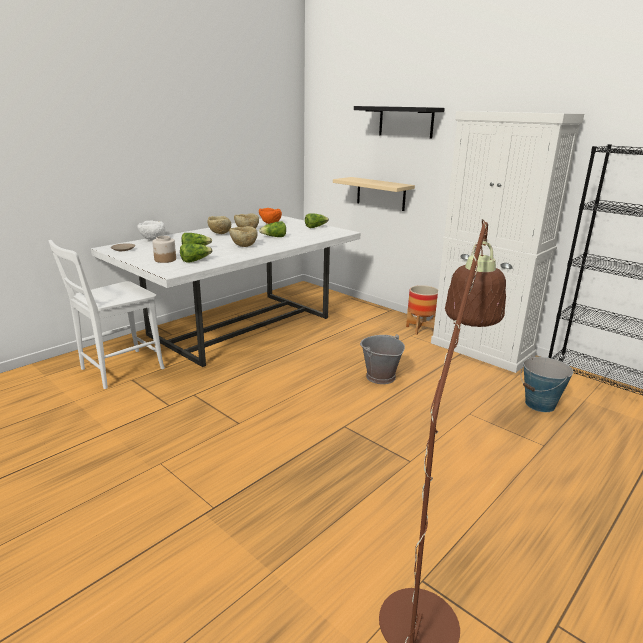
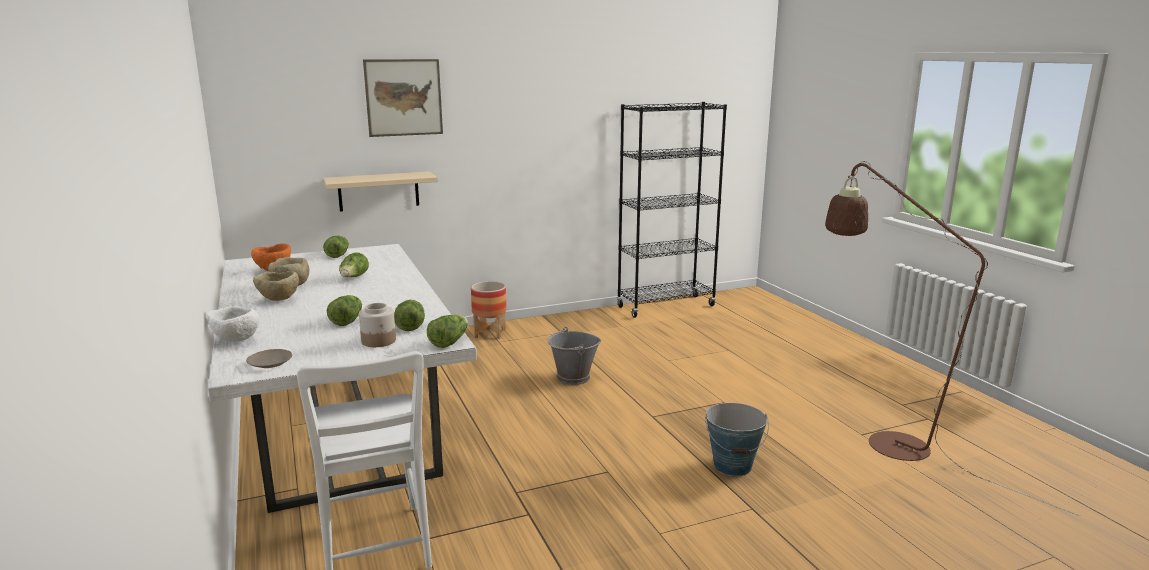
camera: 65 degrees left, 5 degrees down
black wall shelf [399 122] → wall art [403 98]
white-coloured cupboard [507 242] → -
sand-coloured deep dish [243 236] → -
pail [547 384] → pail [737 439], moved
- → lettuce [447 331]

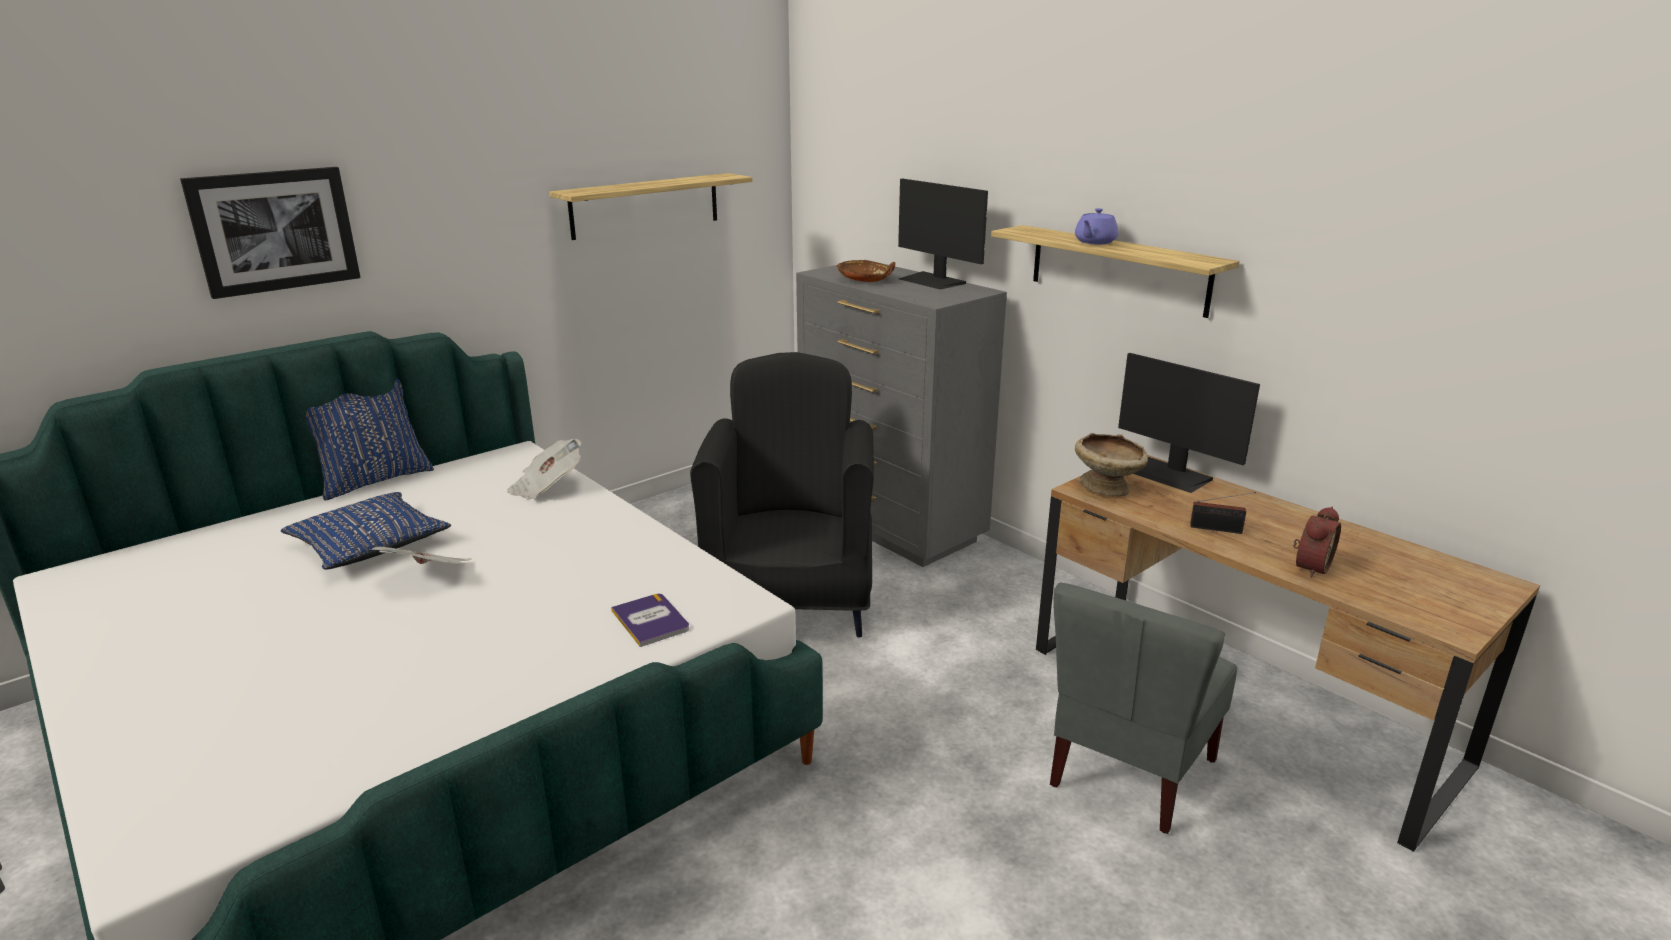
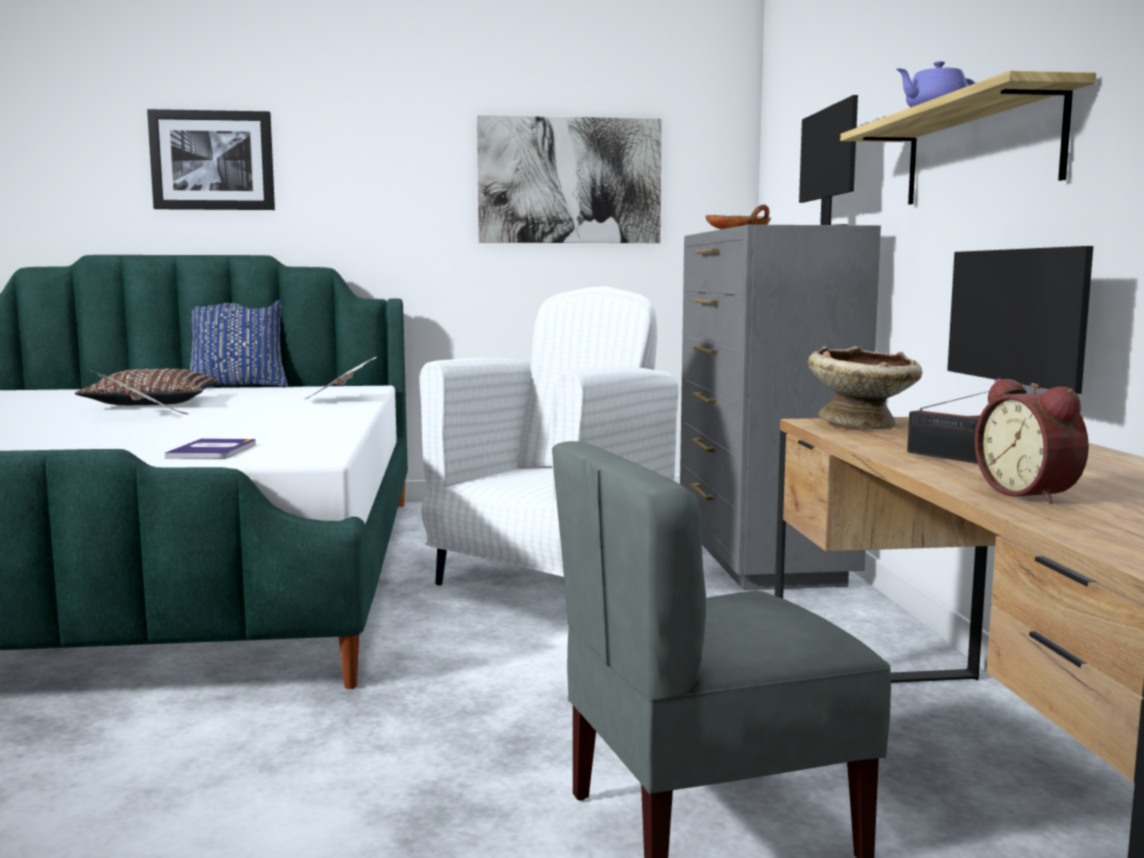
camera: 35 degrees right, 15 degrees down
wall shelf [650 206] → wall art [569 179]
black lounge chair [782 495] → white-coloured lounge chair [549 435]
blue pillow [366 530] → brown-coloured pillow [147 387]
bedside clock [1317 542] → bedside clock [1032 441], 90 degrees clockwise

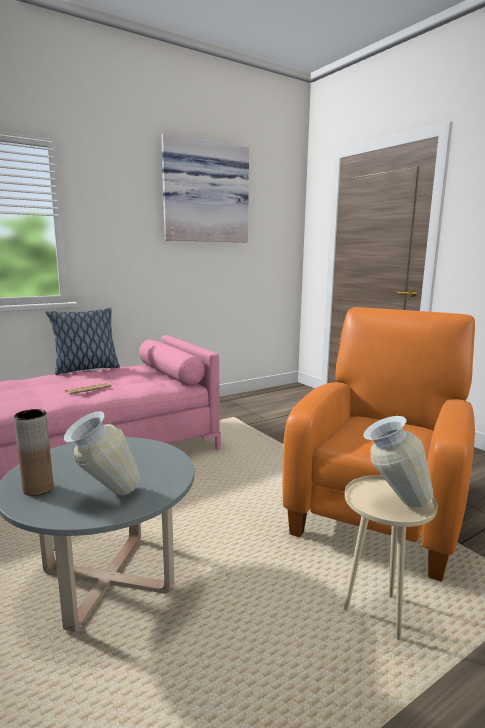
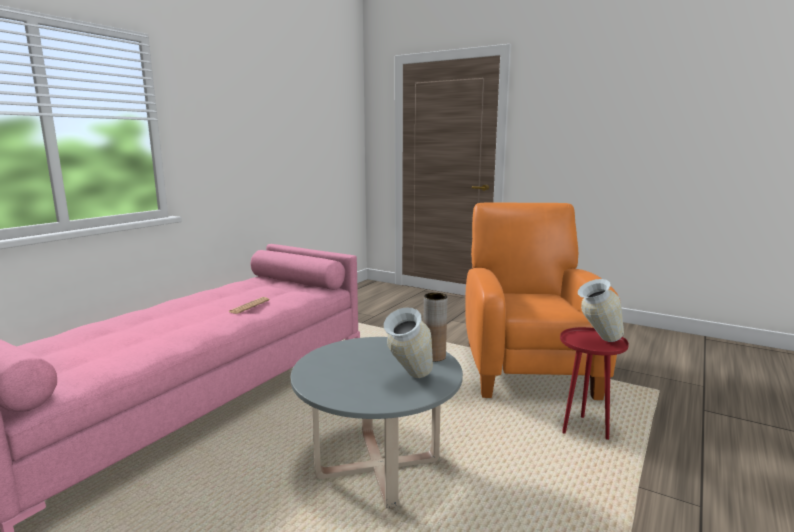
camera: 25 degrees left, 0 degrees up
wall art [205 187] → -
pillow [83 341] → -
brown-coloured vase [33 452] → brown-coloured vase [435 327], moved
sand-coloured side table [390 557] → reddish side table [594 383]

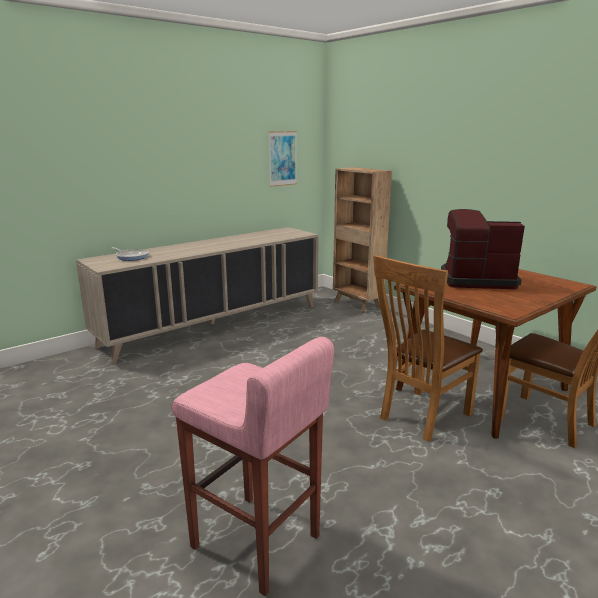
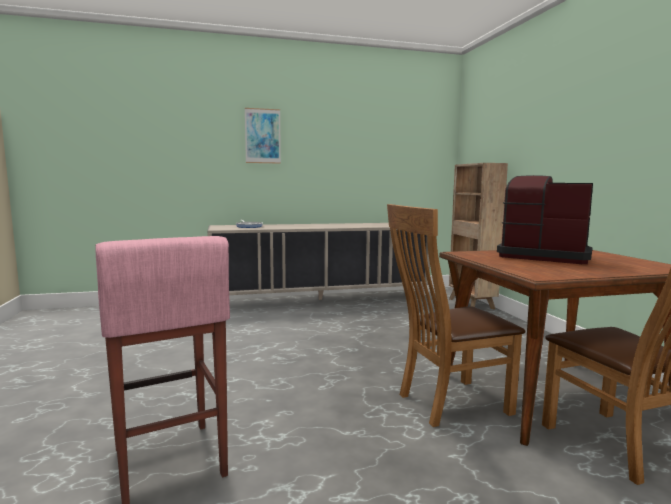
camera: 25 degrees right, 10 degrees down
wall art [283 159] → wall art [263 136], moved

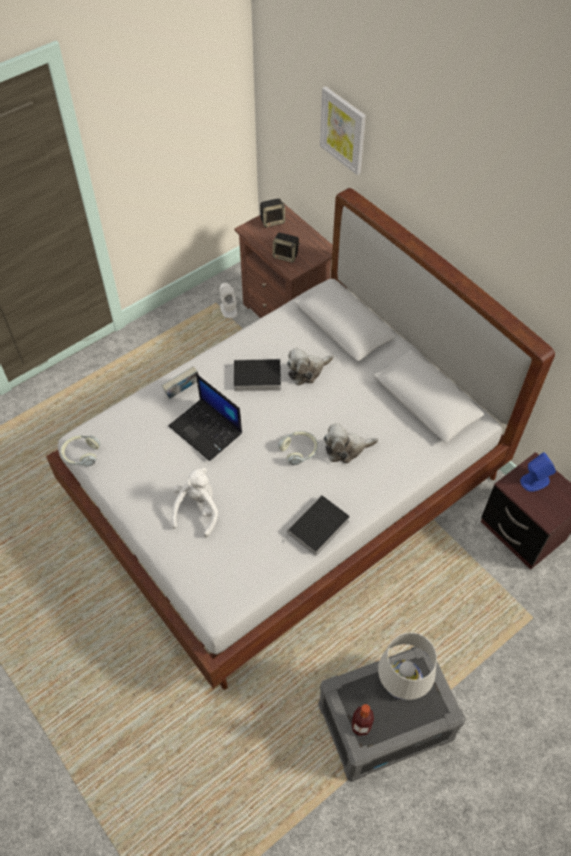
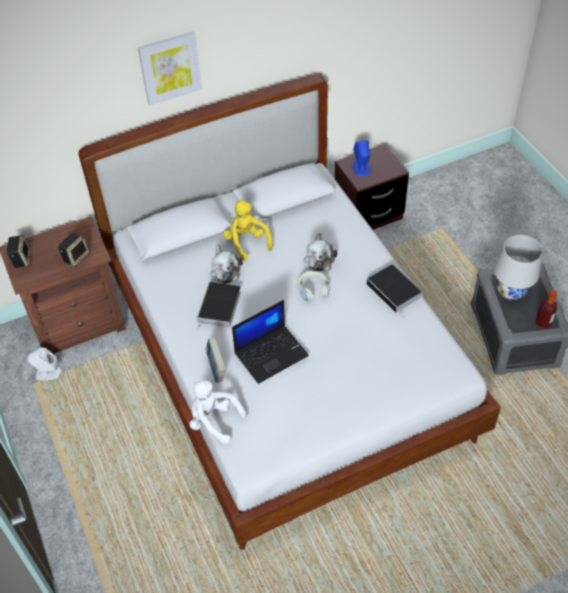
camera: 75 degrees left, 5 degrees down
wall art [343 130] → wall art [170 68], moved
headphones [80 450] → -
white-coloured cuddly toy [194 502] → white-coloured cuddly toy [218 412], moved
- → yellow-coloured cuddly toy [248 230]

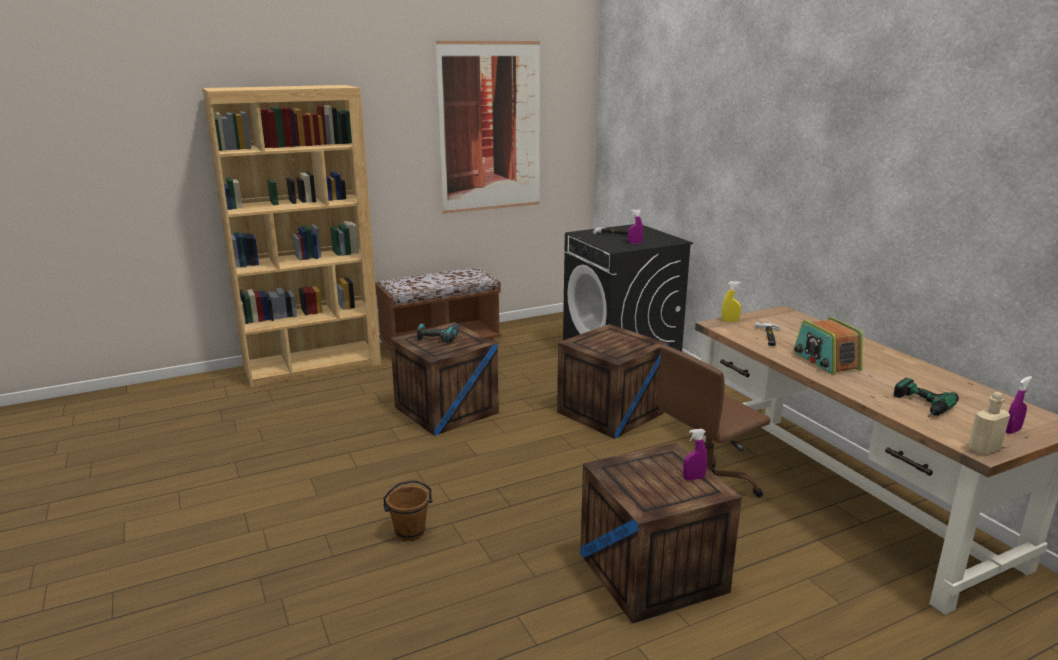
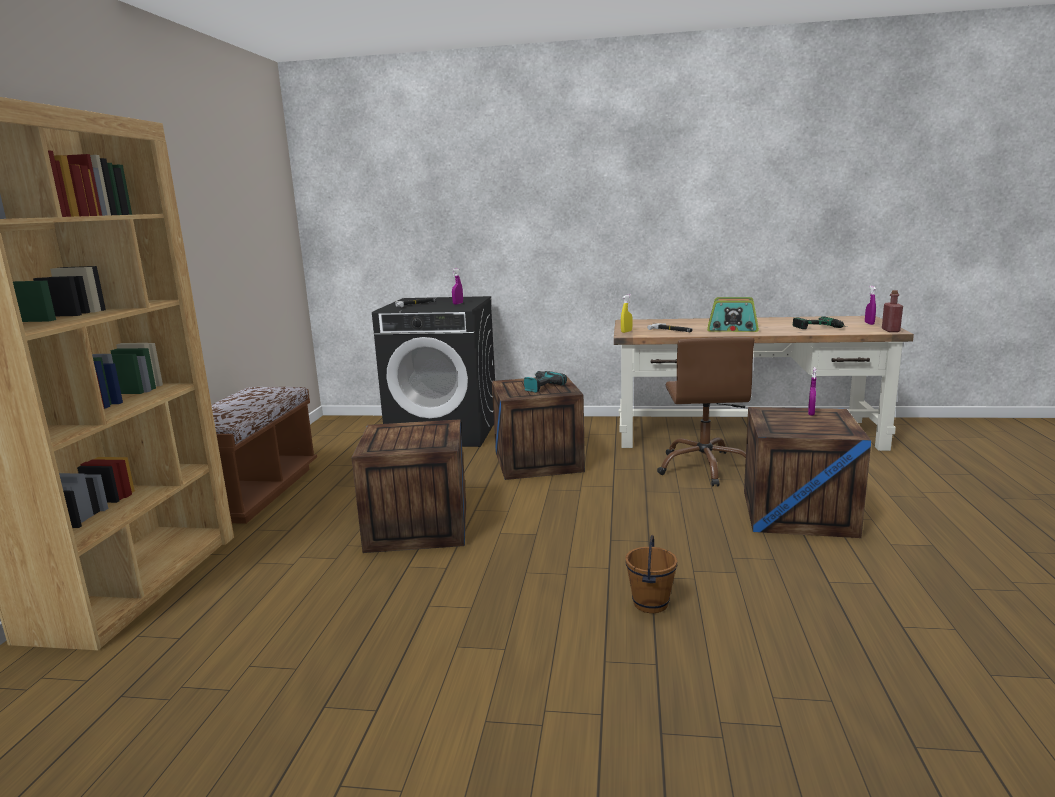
camera: 55 degrees left, 5 degrees down
wall art [488 127] → -
power drill [438 333] → power drill [545 382], moved
sand-coloured drink bottle [989 423] → reddish drink bottle [892 311]

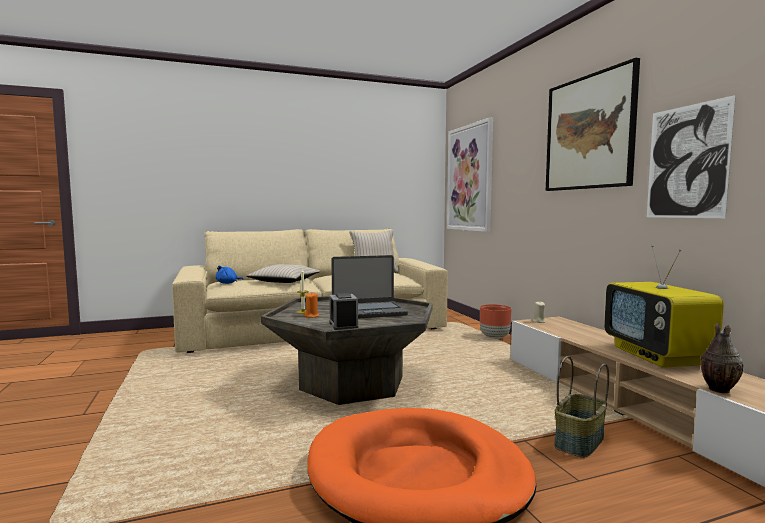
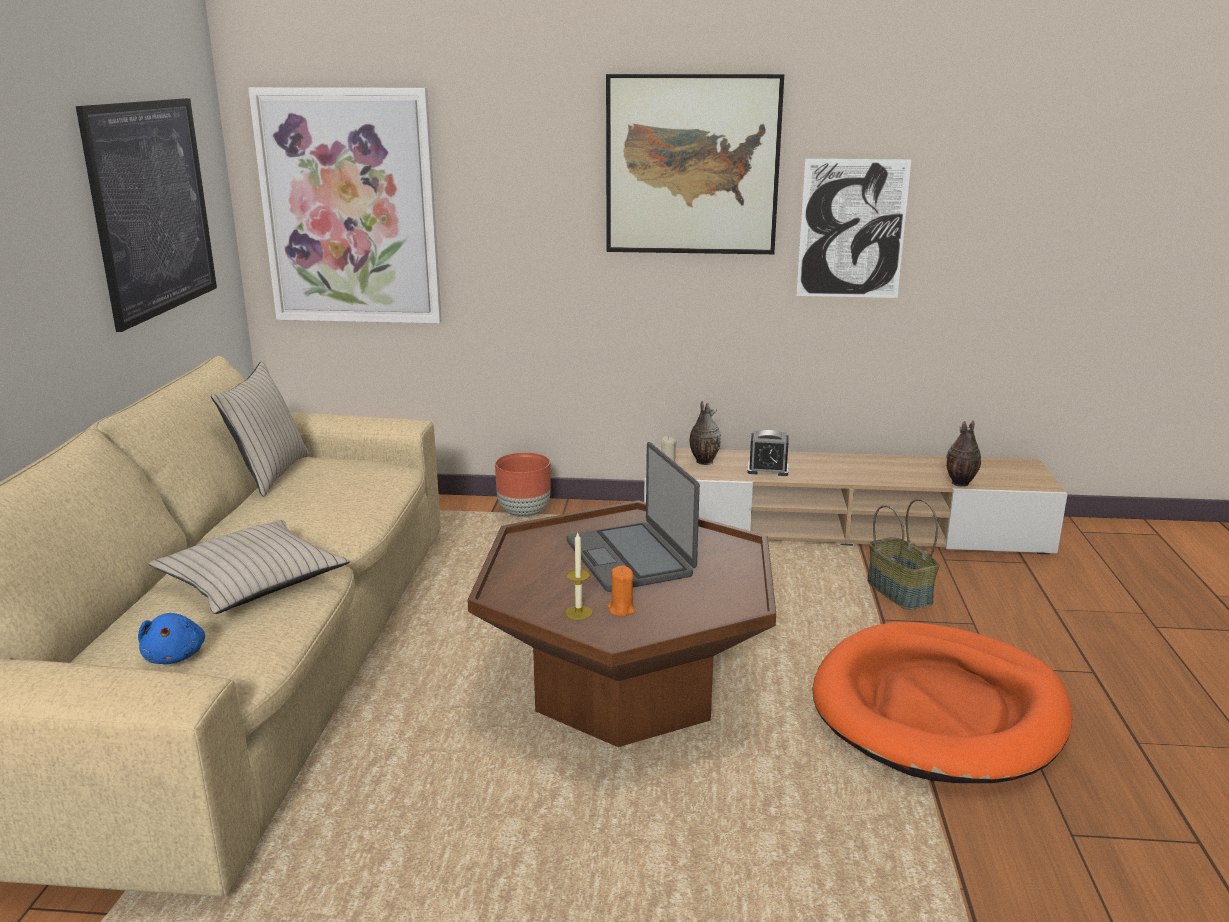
camera: 65 degrees left, 15 degrees up
television [664 306] → -
laptop [369 287] → laptop [633 517], 150 degrees clockwise
bedside clock [343 311] → bedside clock [768 453], moved
grey coffee table [347 350] → brown-coloured coffee table [622 623]
- → wall art [146 215]
- → vase [705 433]

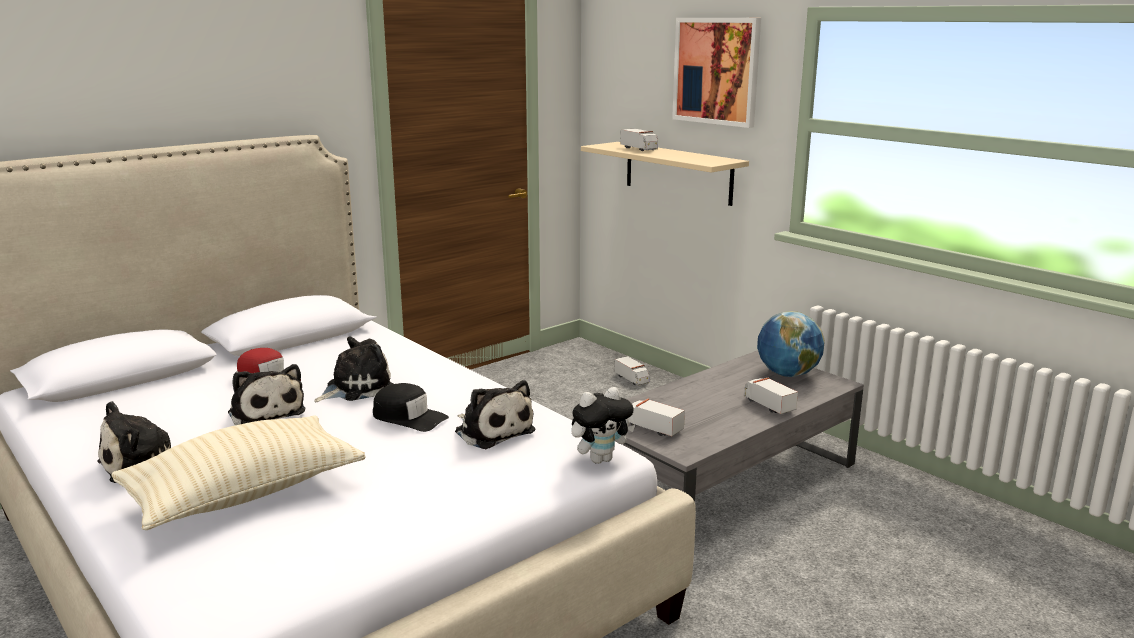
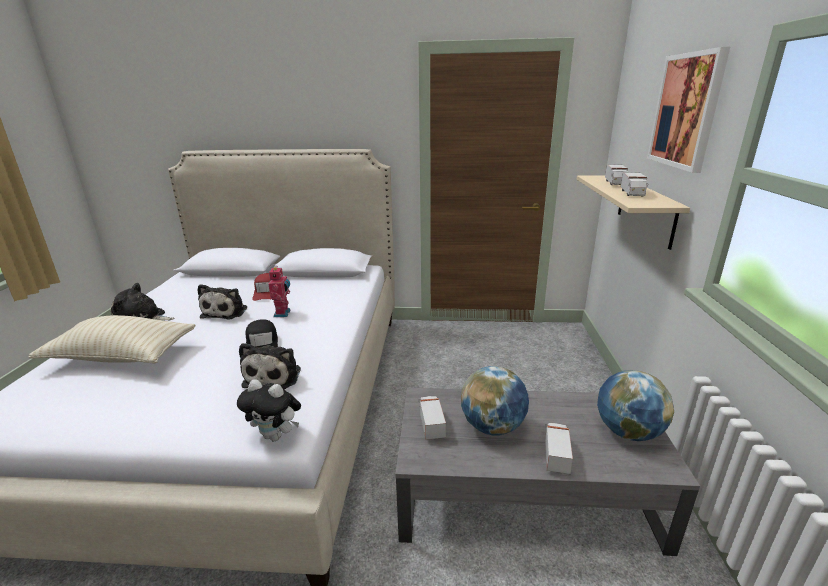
camera: 45 degrees right, 5 degrees up
cuddly toy [354 369] → robot figure [279 292]
toy lorry [631 371] → toy lorry [635 184], moved
- → world globe [495 401]

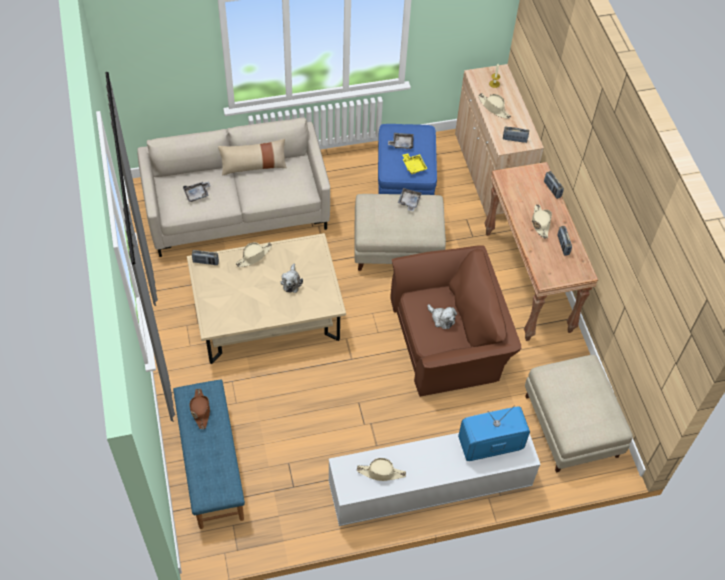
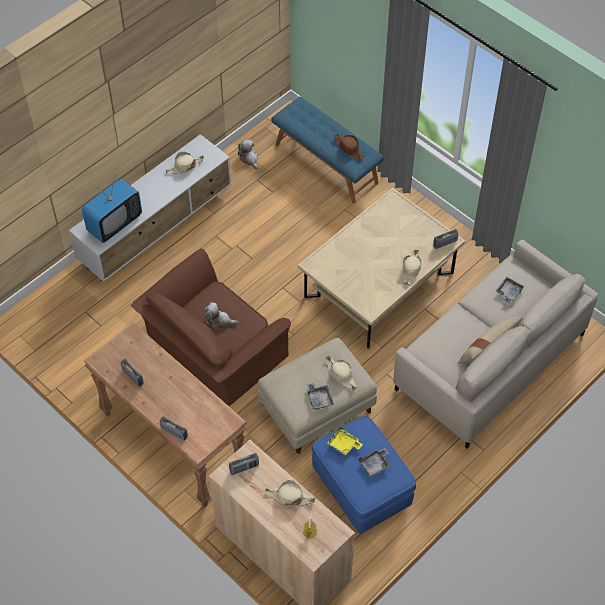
camera: 150 degrees right, 0 degrees up
sand-coloured wearable hat [542 221] → sand-coloured wearable hat [341 373], moved
cuddly toy [291 278] → cuddly toy [248 154], moved
sand-coloured footrest [579 413] → -

